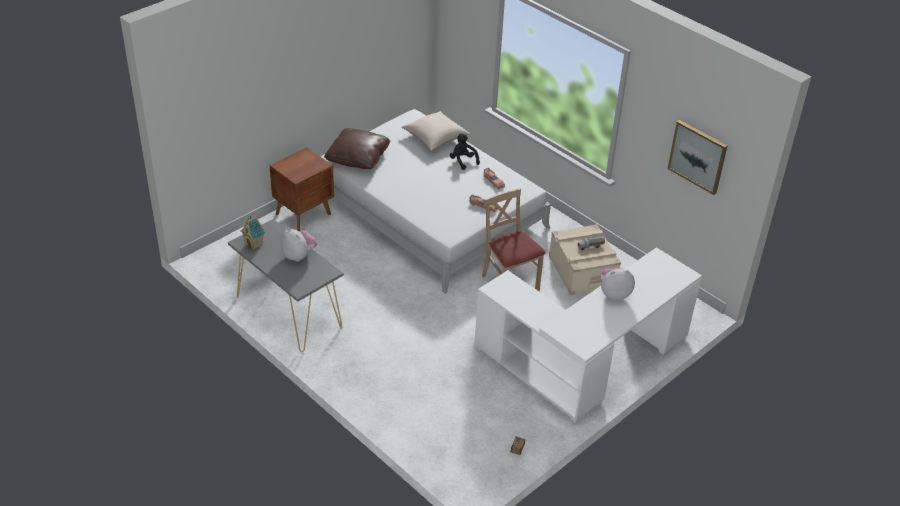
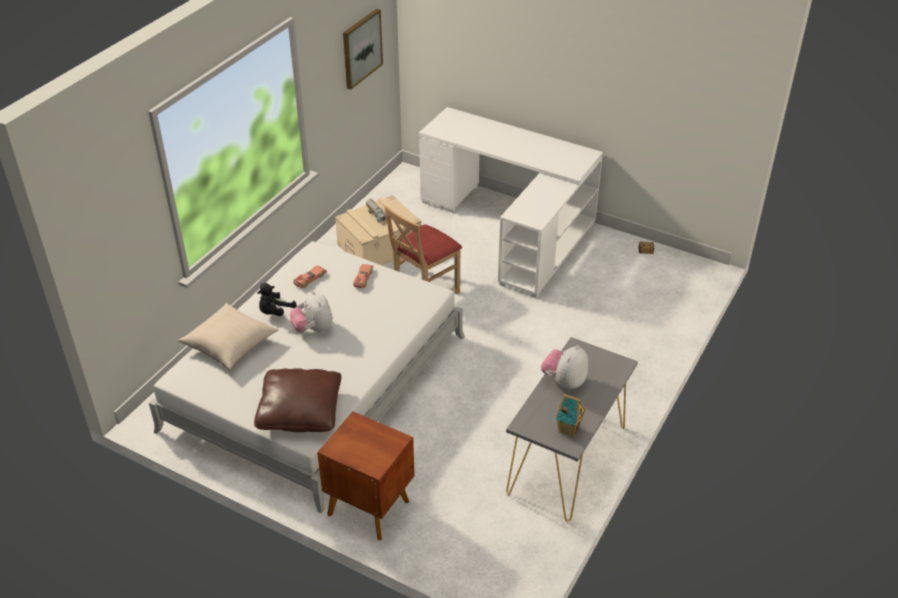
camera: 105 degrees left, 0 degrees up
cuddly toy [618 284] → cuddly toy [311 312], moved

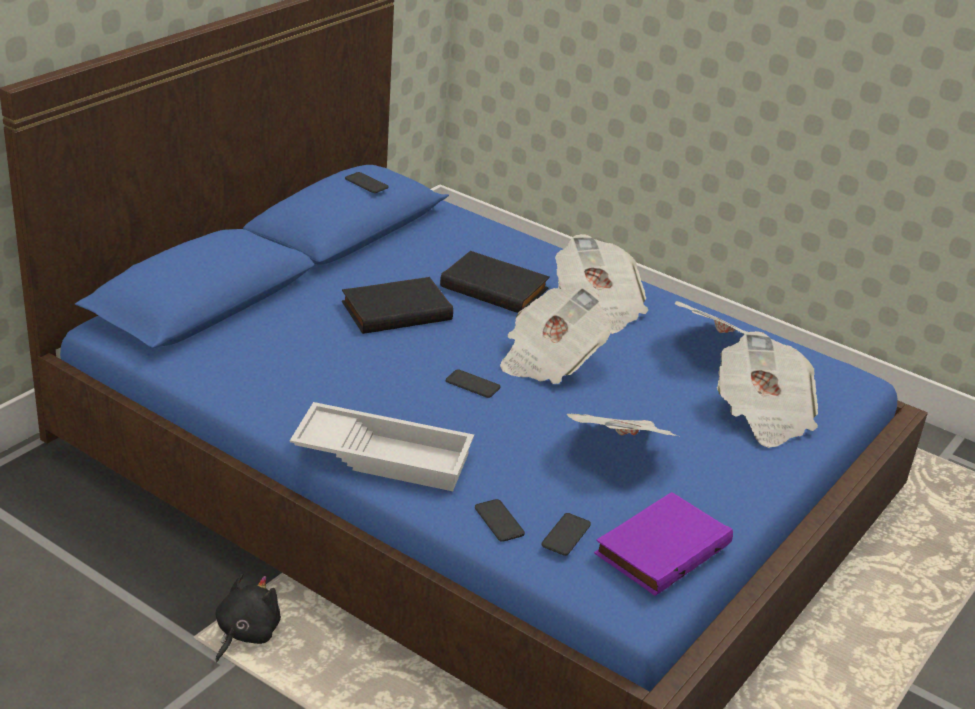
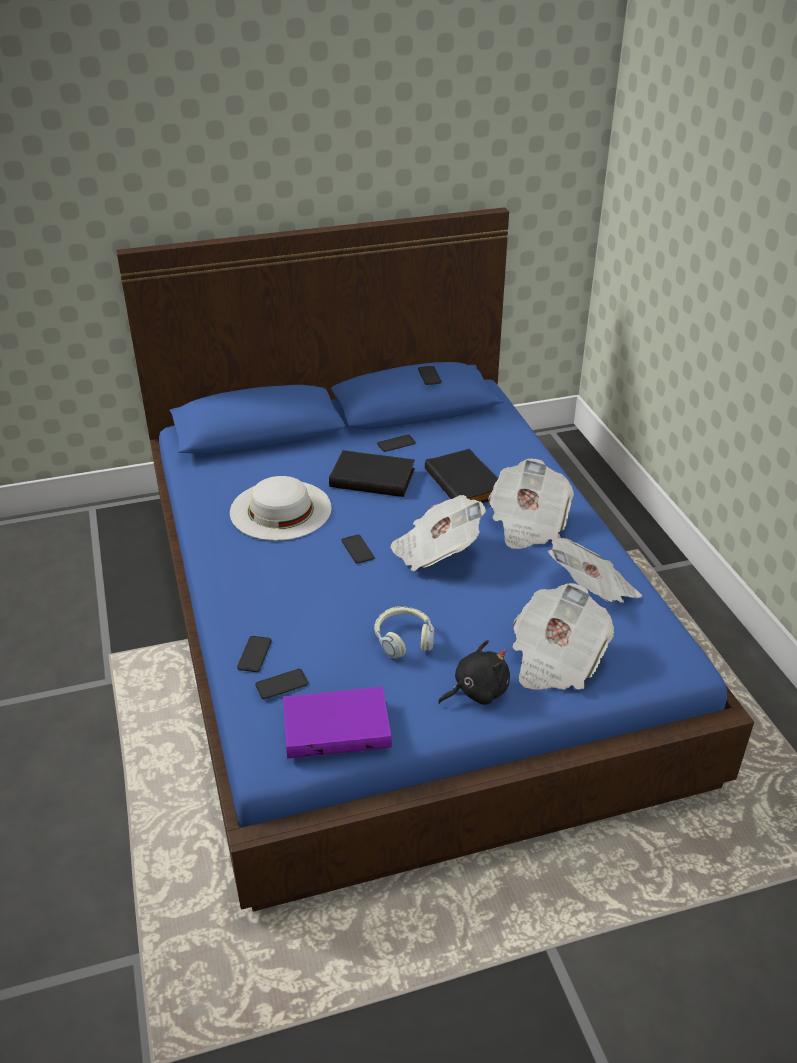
camera: 40 degrees right, 5 degrees up
white-coloured tray [382 446] → -
newspaper [622 425] → headphones [404 632]
black cuddly toy [248 618] → black cuddly toy [474 672], moved
- → handset [396 443]
- → white-coloured wearable hat [281 508]

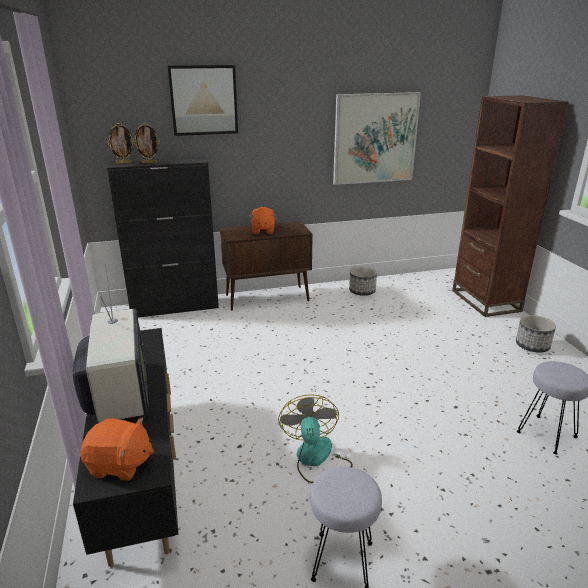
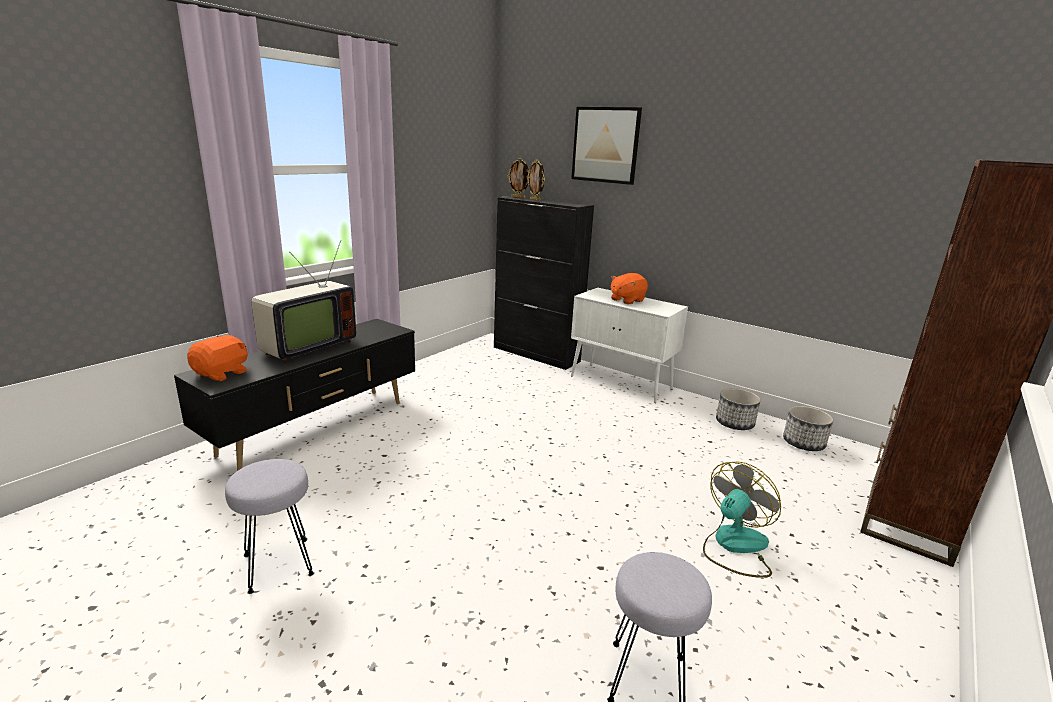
camera: 50 degrees right, 5 degrees down
wall art [377 138] → -
brown-coloured cupboard [266 266] → white-coloured cupboard [629 345]
plant pot [536 334] → plant pot [808 428], moved
electric fan [315 438] → electric fan [742 519], moved
orangey cuddly toy [117 449] → orangey cuddly toy [217 358], 120 degrees counterclockwise

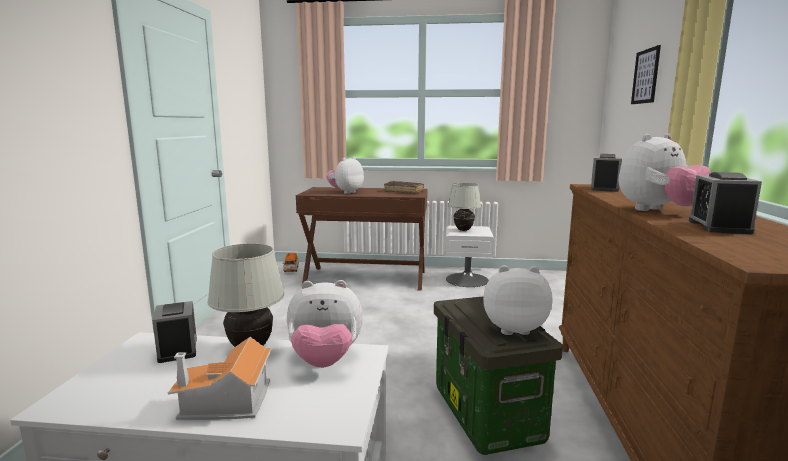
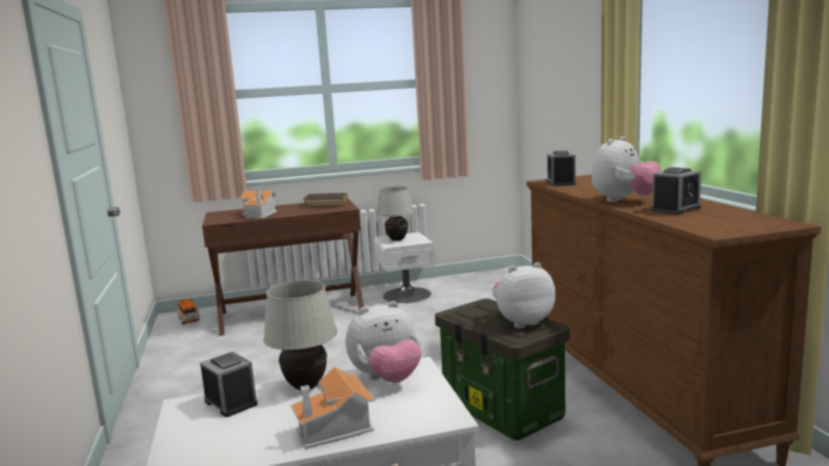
camera: 20 degrees left, 0 degrees up
wall art [646 74] → -
cuddly toy [345 175] → toy house [259 203]
bedside clock [725 203] → bedside clock [676 191], 120 degrees counterclockwise

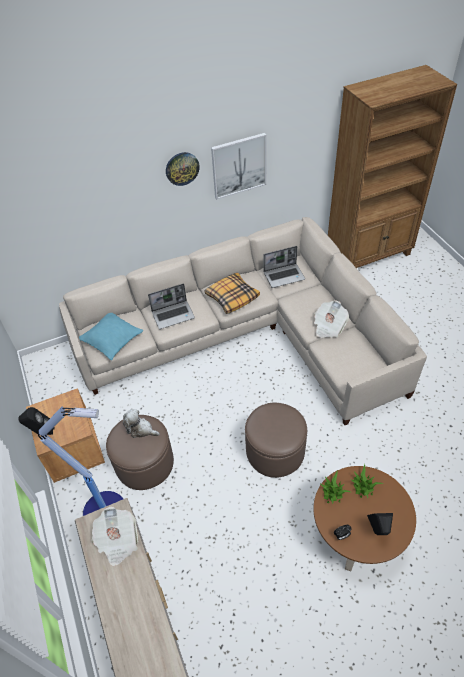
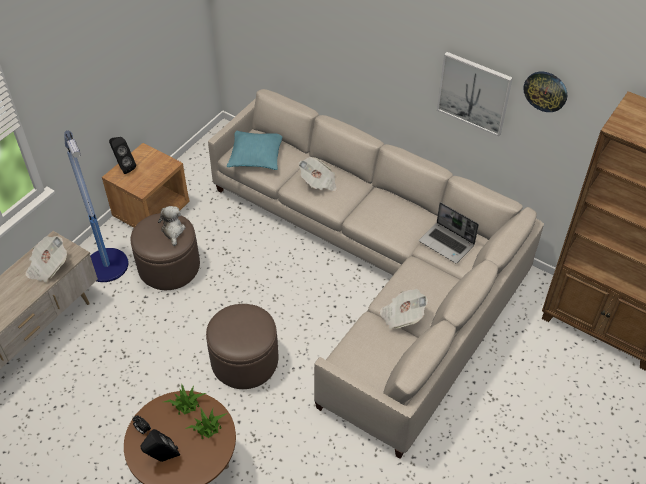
camera: 55 degrees right, 0 degrees up
hanging clock [183 169] → hanging clock [545 92], moved
pillow [232 293] → -
laptop [171 306] → newspaper [317 174]

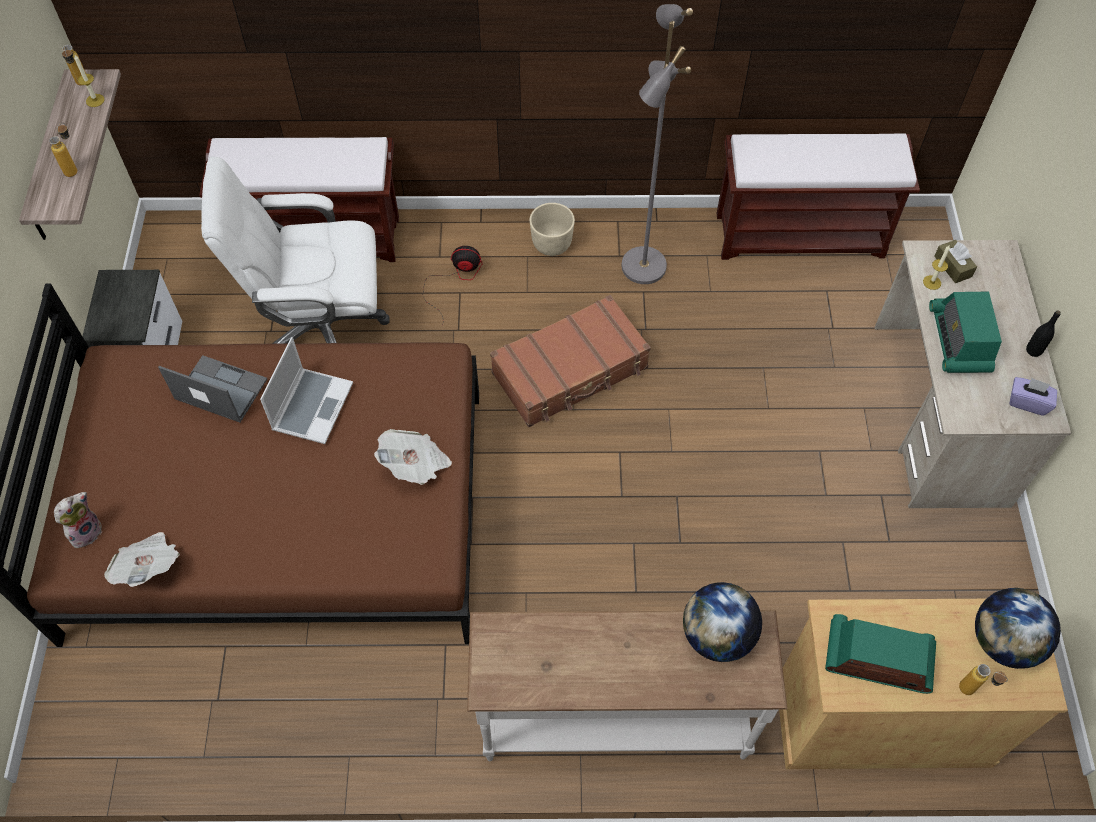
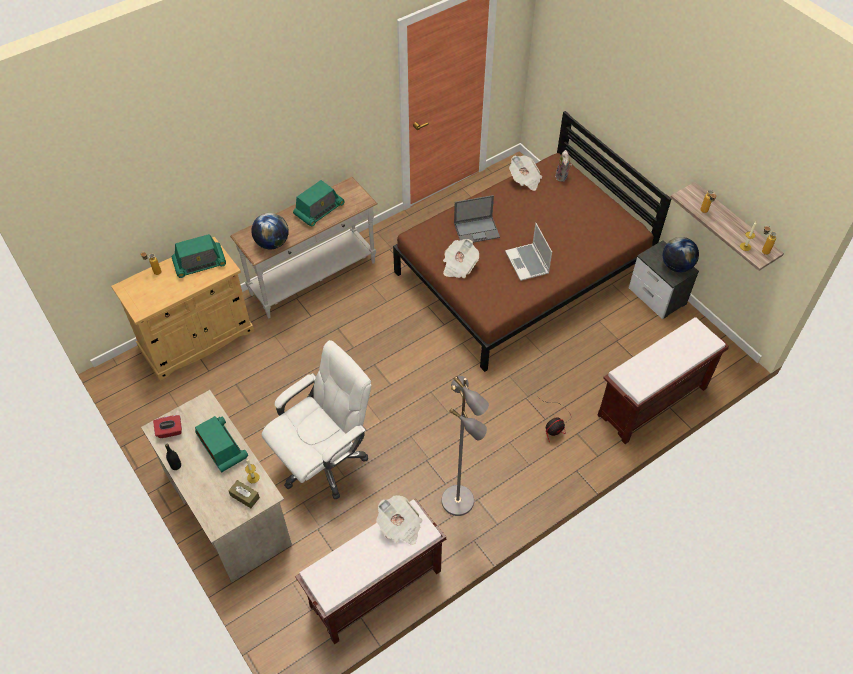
camera: 145 degrees right, 5 degrees down
white-coloured office chair [295 250] → white-coloured office chair [316 419], moved
sand-coloured plant pot [552 229] → -
brown-coloured piece of luggage [570 361] → -
laptop [212 389] → laptop [477 219], moved
purple-coloured tissue box [1033 396] → reddish tissue box [167 426]
world globe [1018 628] → world globe [681 254], moved
- → radio set [319 203]
- → newspaper [399 520]

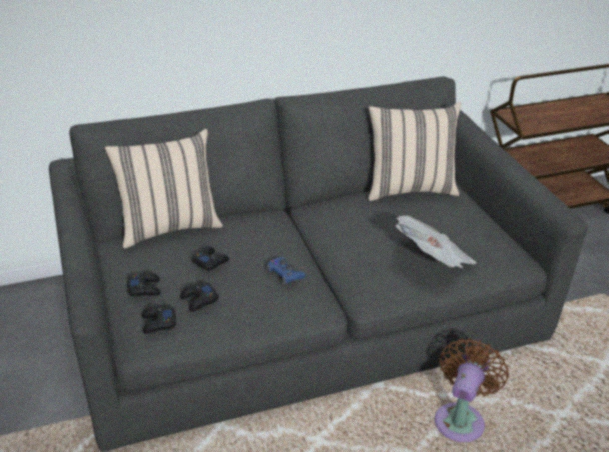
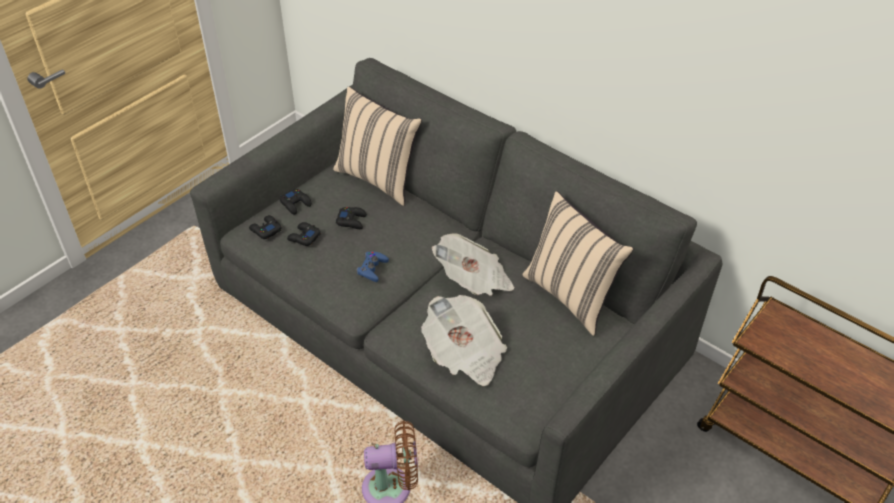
camera: 60 degrees right, 10 degrees up
- → newspaper [473 264]

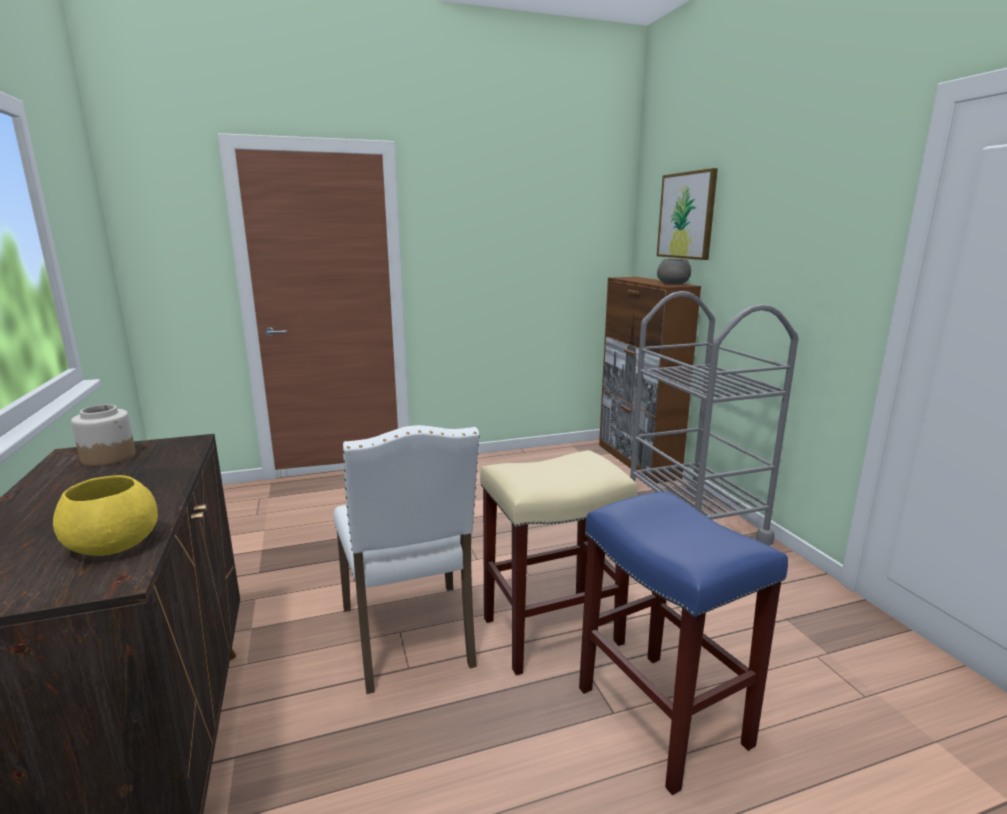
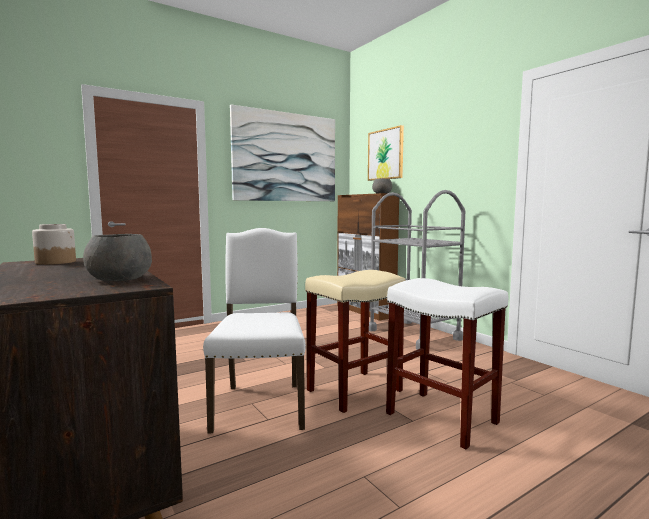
camera: 15 degrees left, 10 degrees down
white-coloured upright chair [407 559] → white-coloured upright chair [254 330], 150 degrees counterclockwise
yellow-coloured deep dish [105 515] → grey deep dish [117 257]
blue stool [683 643] → white-coloured stool [447 364]
- → wall art [282 152]

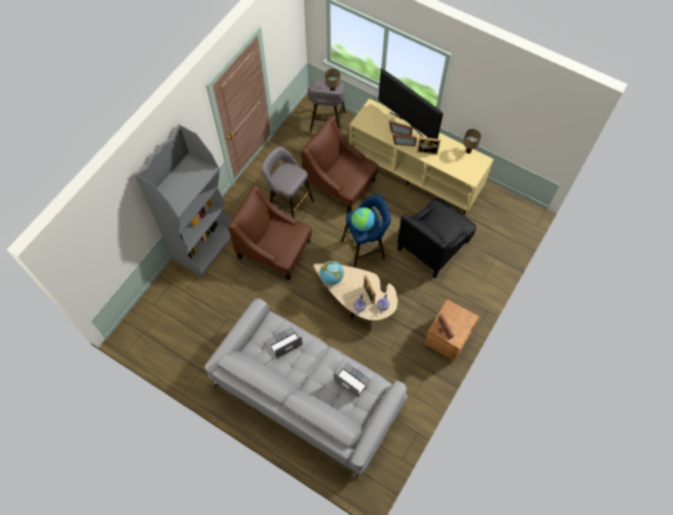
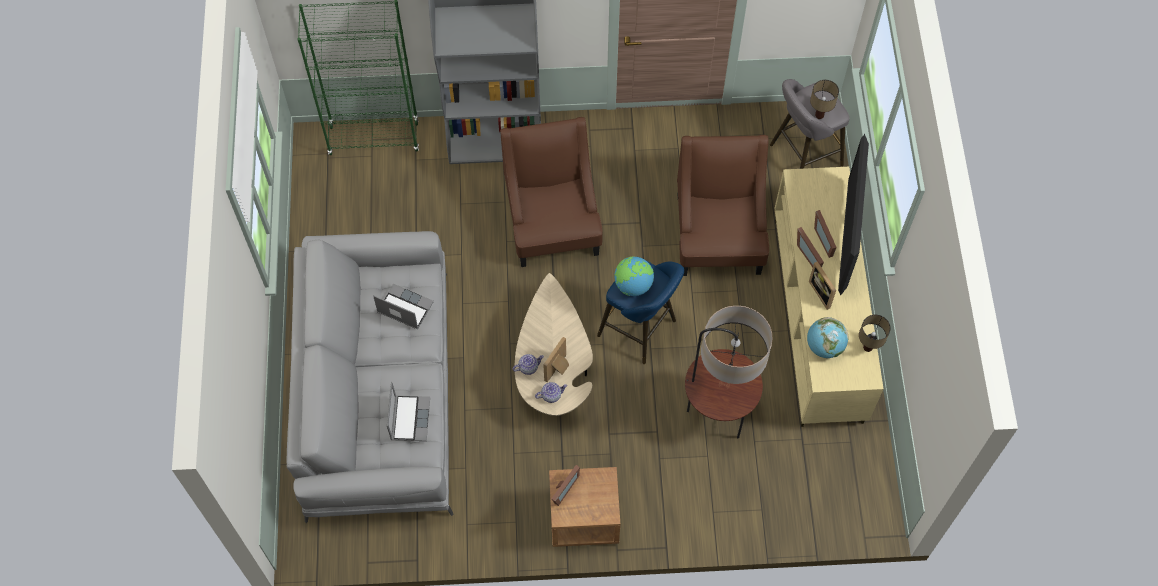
camera: 55 degrees right, 0 degrees up
grey stool [287 182] → -
black lounge chair [437 238] → standard lamp [729 372]
world globe [332 273] → world globe [827 337], moved
- → greenish shelving unit [358 77]

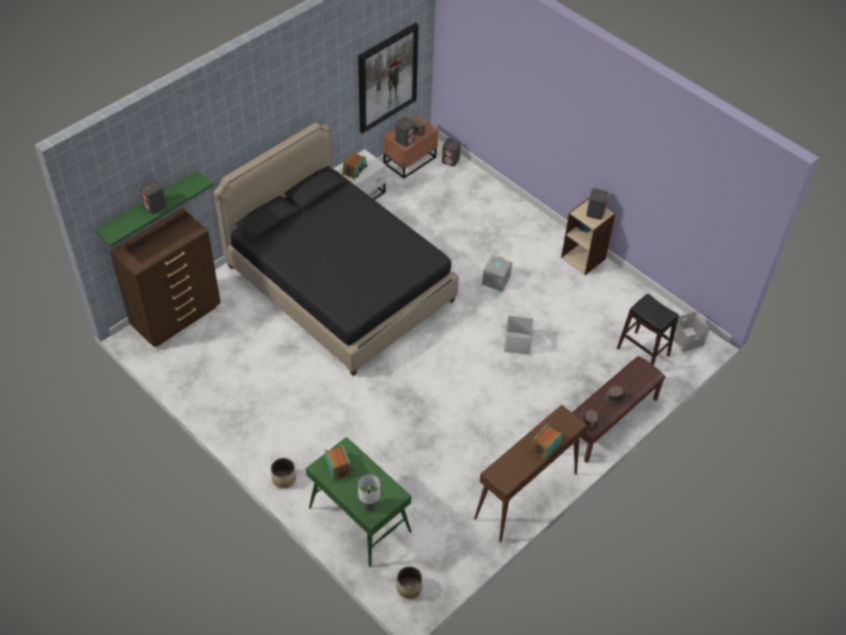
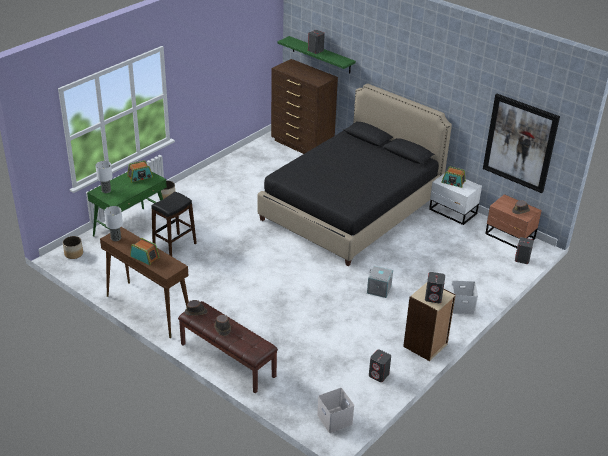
camera: 85 degrees right, 15 degrees down
grey audio speaker [405 132] → grey audio speaker [380 365], moved
black stool [648 330] → black stool [174 224], moved
white-coloured storage bin [519 335] → white-coloured storage bin [464 298], moved
- → table lamp [113 223]

